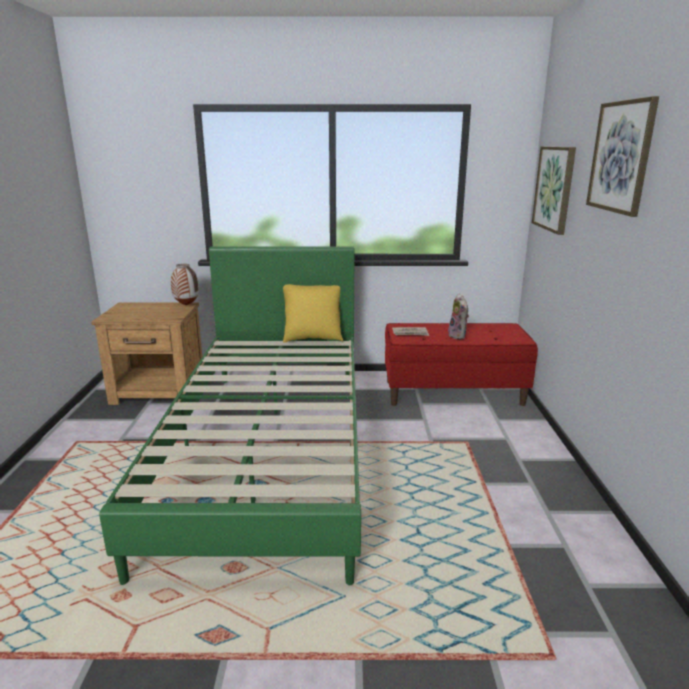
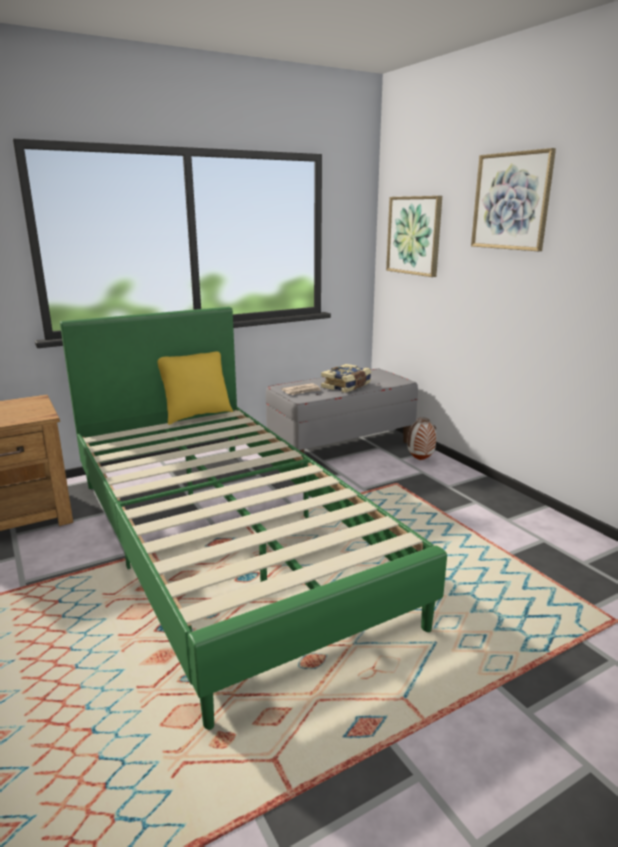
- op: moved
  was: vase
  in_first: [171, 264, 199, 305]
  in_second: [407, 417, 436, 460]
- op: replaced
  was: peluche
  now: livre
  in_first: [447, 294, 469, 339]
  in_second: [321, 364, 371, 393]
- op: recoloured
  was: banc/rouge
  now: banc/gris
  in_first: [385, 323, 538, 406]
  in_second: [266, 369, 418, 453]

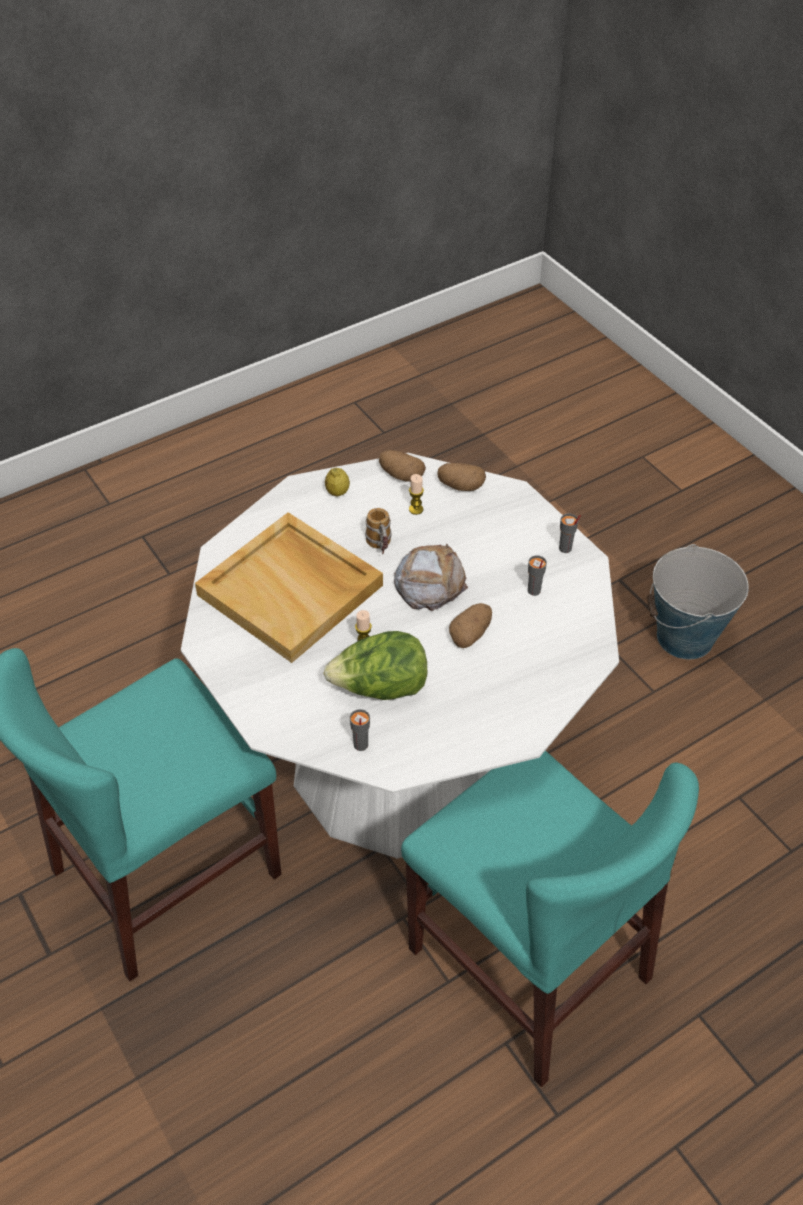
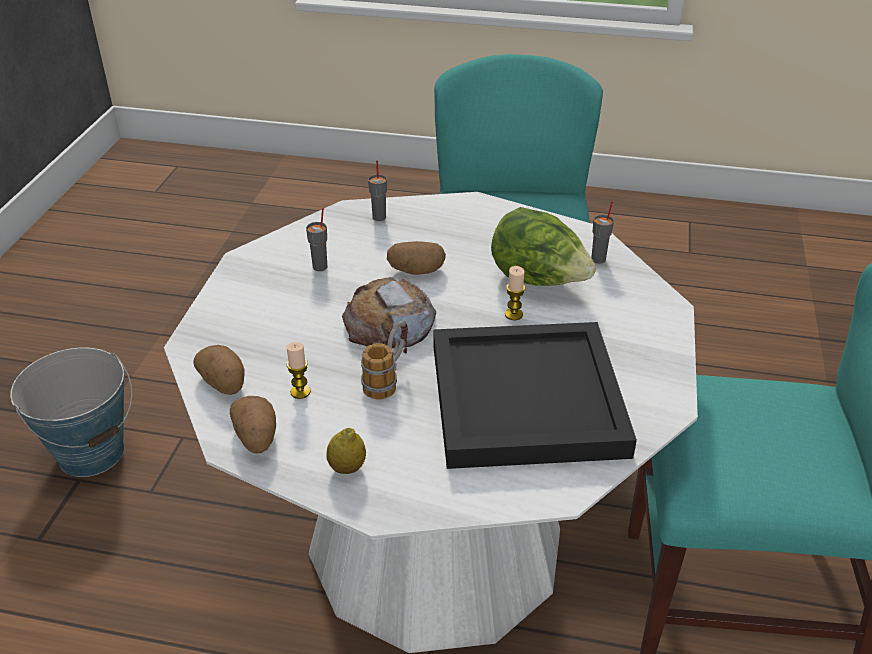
- op: moved
  was: tasse/gris
  in_first: [559, 513, 581, 553]
  in_second: [368, 160, 387, 221]
- op: recoloured
  was: plateau/beige
  now: plateau/noir
  in_first: [195, 512, 383, 663]
  in_second: [433, 322, 637, 469]

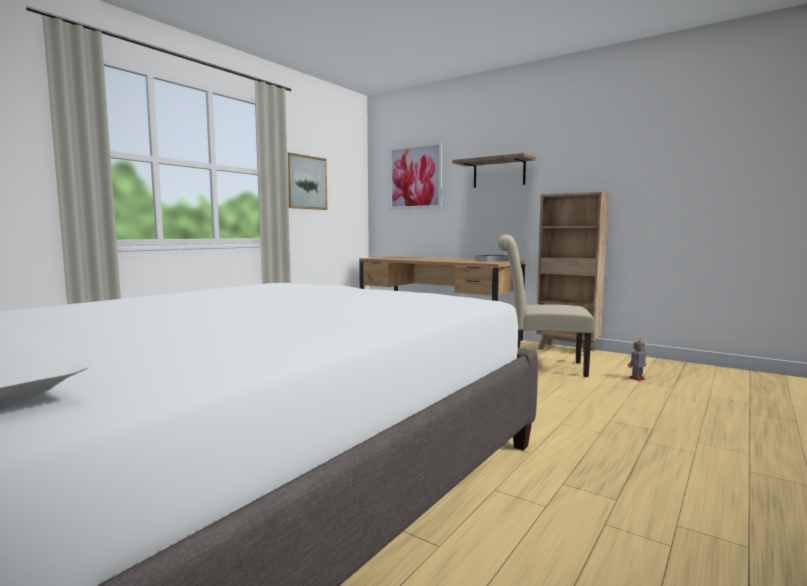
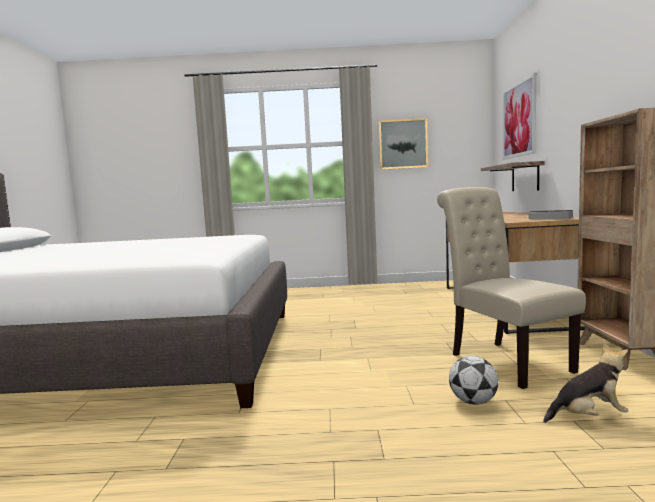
- op: added
  now: ballon de foot
  in_second: [449, 356, 498, 405]
- op: moved
  was: étagère
  in_first: [452, 153, 535, 188]
  in_second: [481, 161, 545, 191]
- op: replaced
  was: robot jouet
  now: peluche
  in_first: [628, 337, 646, 381]
  in_second: [543, 343, 628, 423]

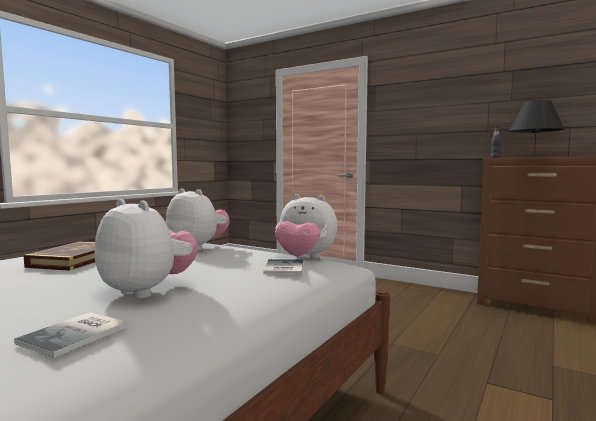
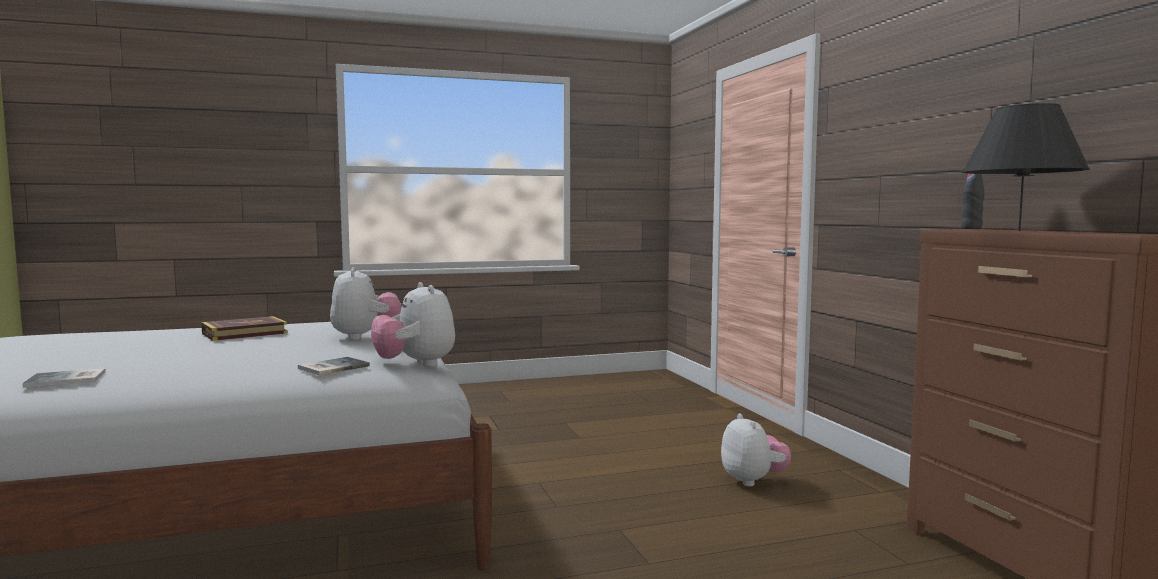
- op: moved
  was: peluche
  in_first: [95, 199, 198, 299]
  in_second: [721, 414, 791, 487]

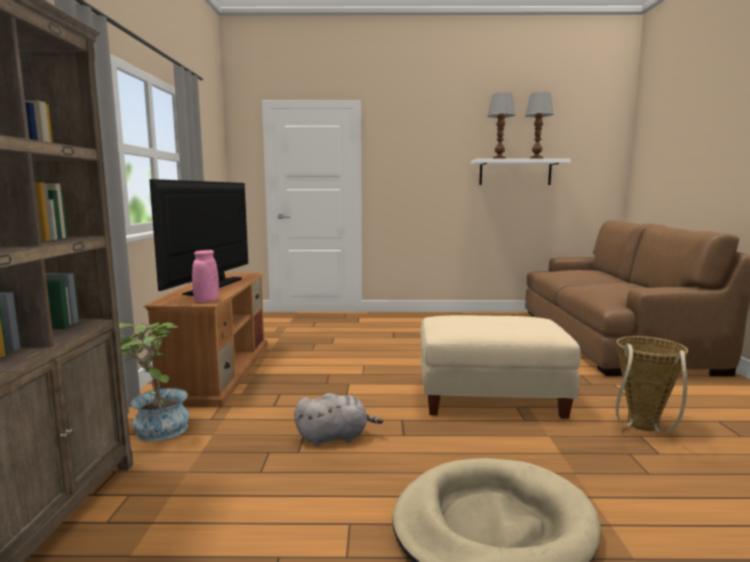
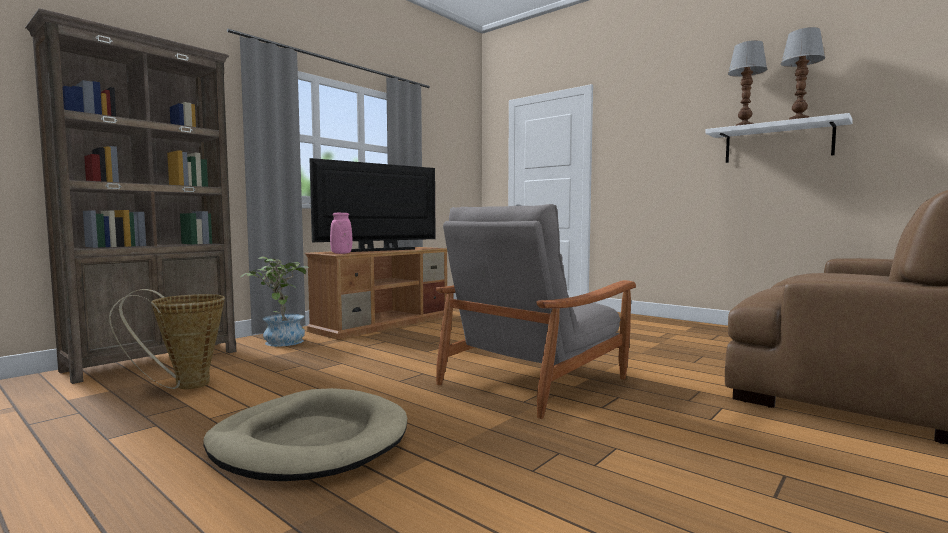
- op: removed
  was: peluche/gris
  in_first: [294, 393, 383, 446]
- op: moved
  was: panier
  in_first: [616, 336, 688, 432]
  in_second: [109, 289, 225, 389]
- op: replaced
  was: pouf/beige
  now: fauteuil/gris
  in_first: [420, 315, 581, 419]
  in_second: [436, 204, 636, 419]

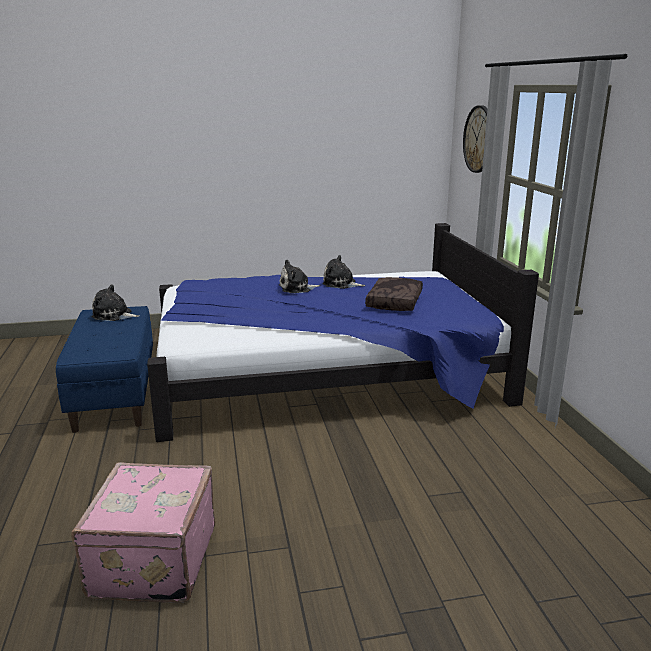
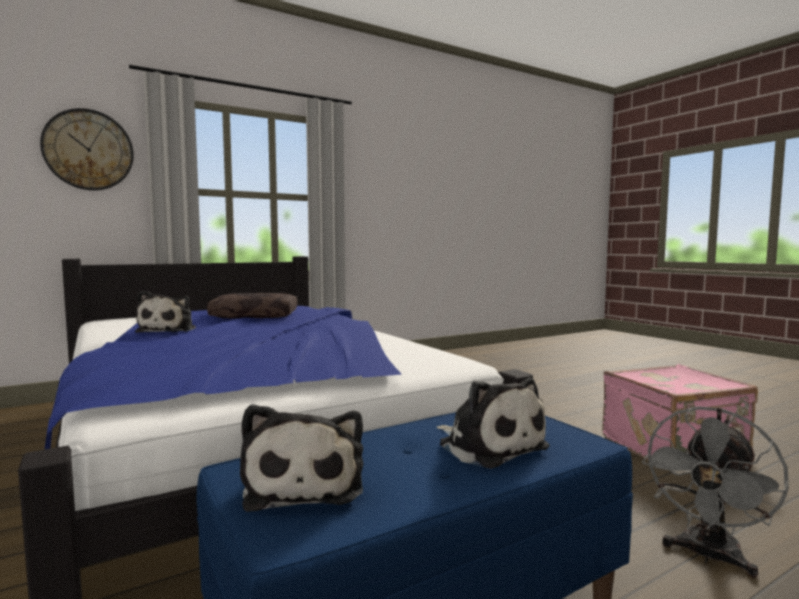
- op: added
  now: ventilateur/gris
  in_second: [642, 406, 789, 578]
- op: moved
  was: peluche
  in_first: [279, 260, 320, 293]
  in_second: [437, 378, 550, 469]

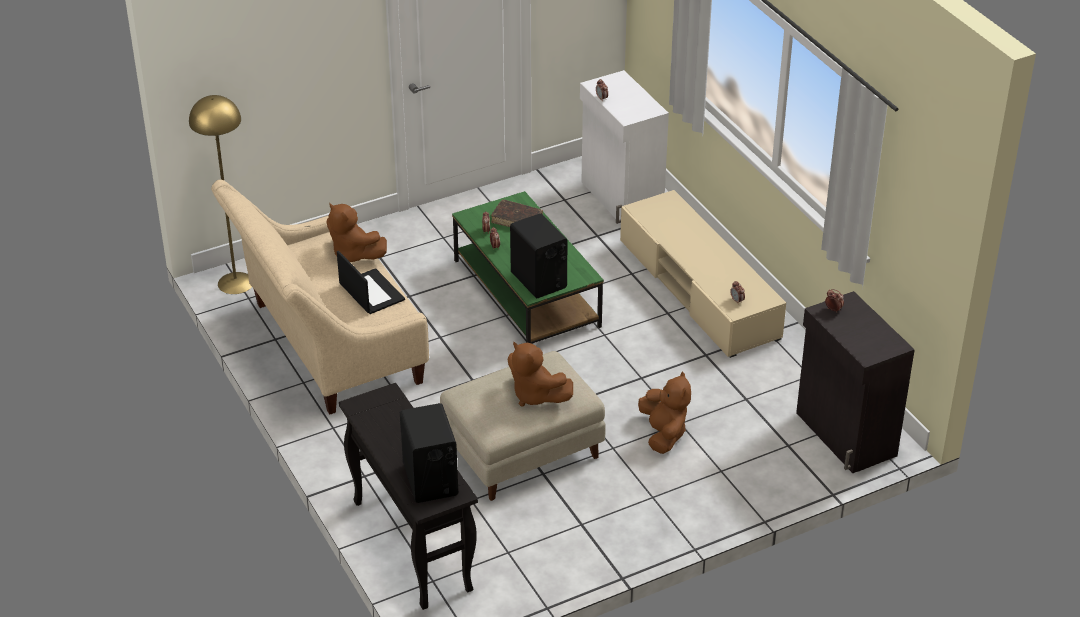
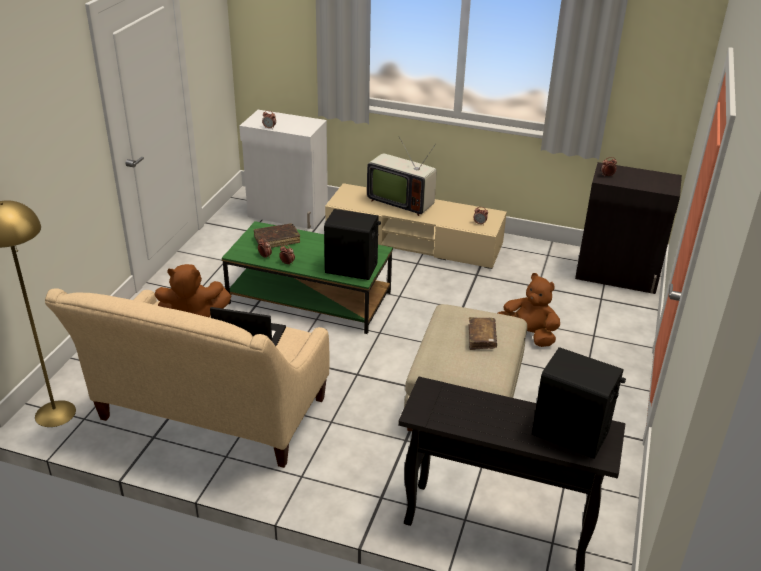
- op: added
  now: téléviseur
  in_second: [367, 137, 437, 216]
- op: replaced
  was: peluche/marron
  now: livre/marron
  in_first: [507, 342, 573, 406]
  in_second: [469, 317, 497, 350]

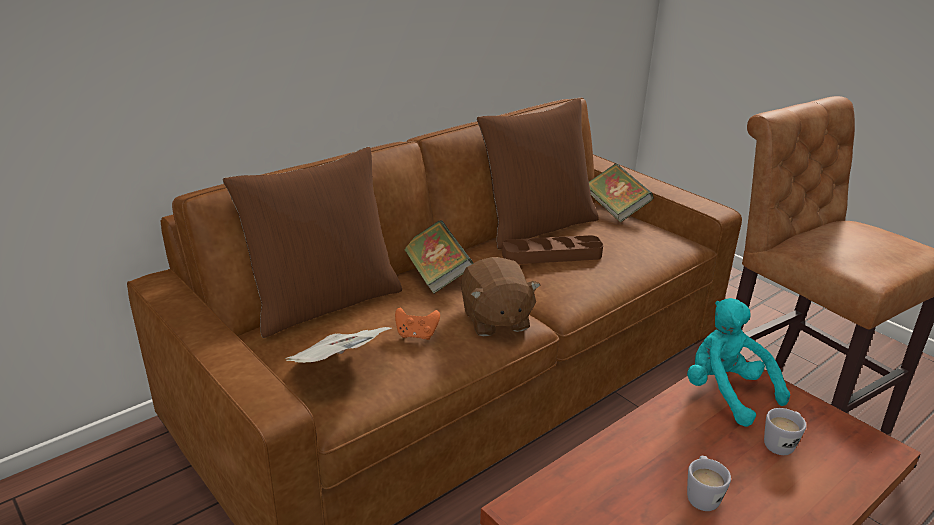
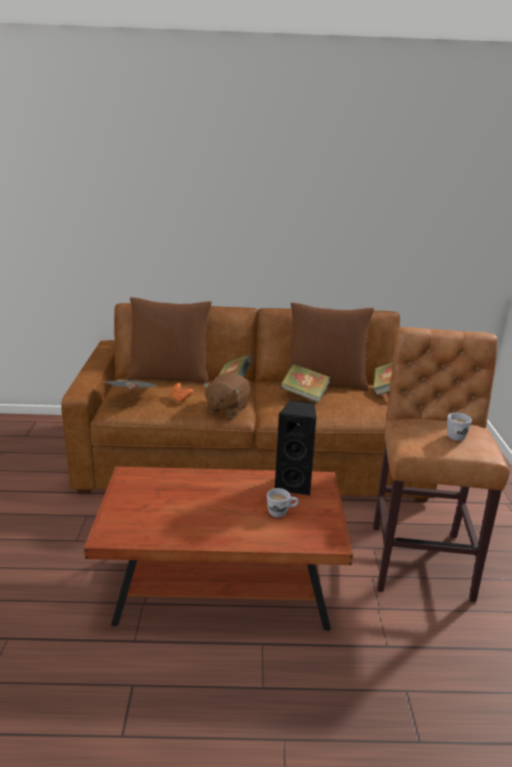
- op: moved
  was: mug/blanc
  in_first: [687, 456, 731, 511]
  in_second: [447, 413, 472, 441]
- op: replaced
  was: plateau/marron
  now: livre
  in_first: [502, 235, 603, 264]
  in_second: [281, 363, 330, 403]
- op: replaced
  was: peluche/turquoise
  now: enceinte/noir
  in_first: [687, 298, 790, 427]
  in_second: [275, 400, 317, 495]

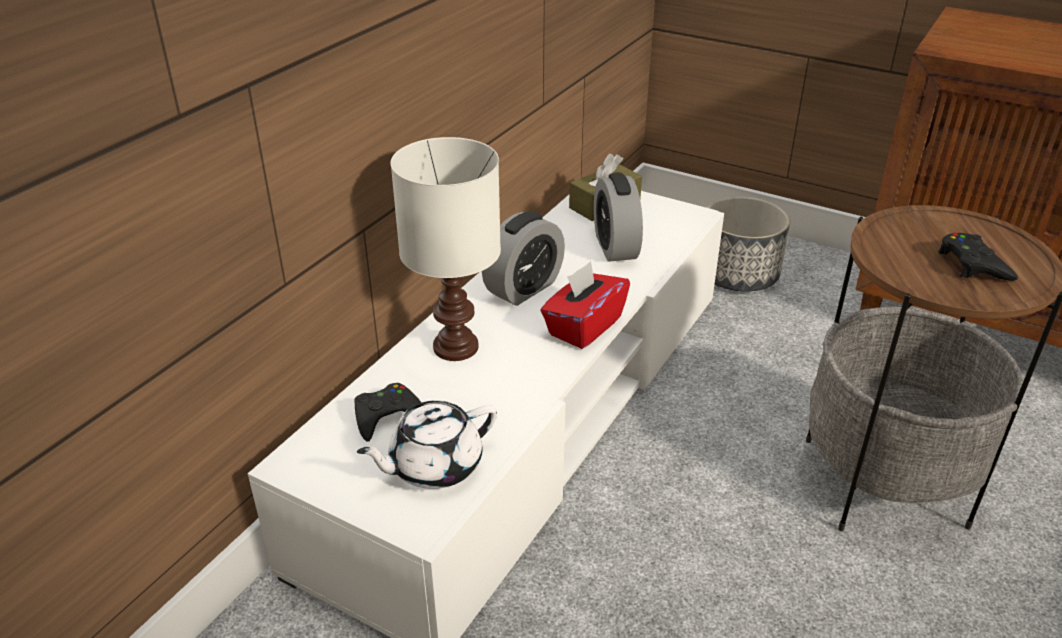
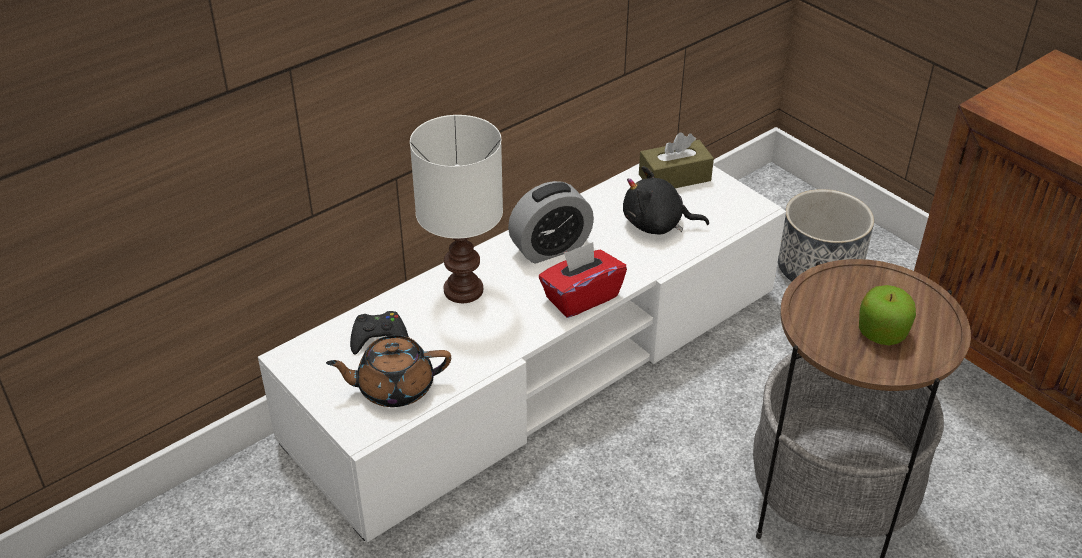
- op: replaced
  was: réveil
  now: peluche/noir
  in_first: [594, 173, 643, 262]
  in_second: [623, 166, 709, 235]
- op: replaced
  was: manette/noir
  now: pomme
  in_first: [938, 233, 1018, 281]
  in_second: [859, 285, 916, 345]
- op: recoloured
  was: théière/blanc
  now: théière/marron
  in_first: [357, 400, 497, 489]
  in_second: [326, 335, 451, 407]

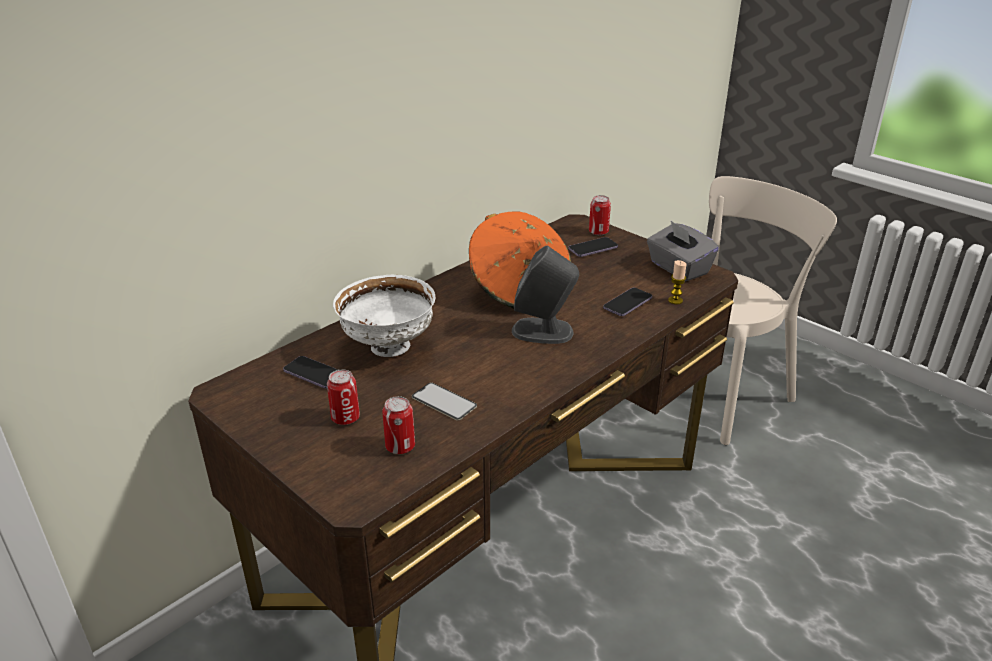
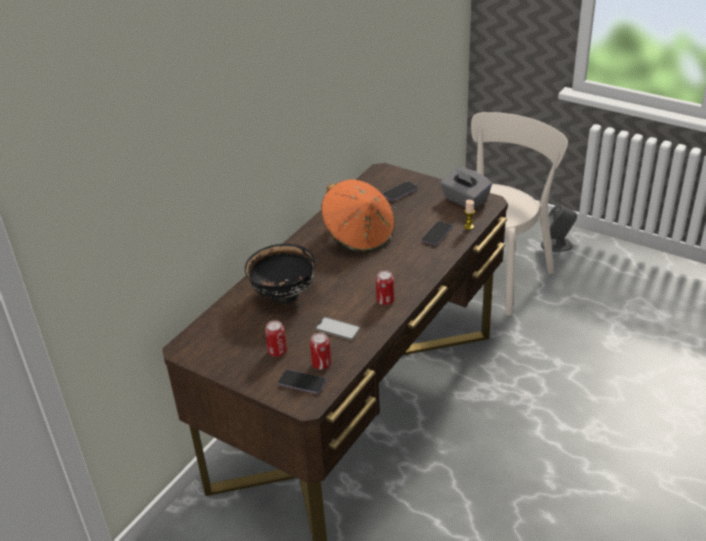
- op: moved
  was: téléphone
  in_first: [283, 356, 338, 389]
  in_second: [278, 370, 326, 394]
- op: moved
  was: enceinte/gris
  in_first: [512, 246, 579, 344]
  in_second: [541, 204, 577, 252]
- op: moved
  was: boîte métallique
  in_first: [589, 195, 611, 235]
  in_second: [376, 270, 395, 305]
- op: recoloured
  was: bol/blanc
  now: bol/noir
  in_first: [333, 275, 435, 357]
  in_second: [245, 244, 316, 304]

